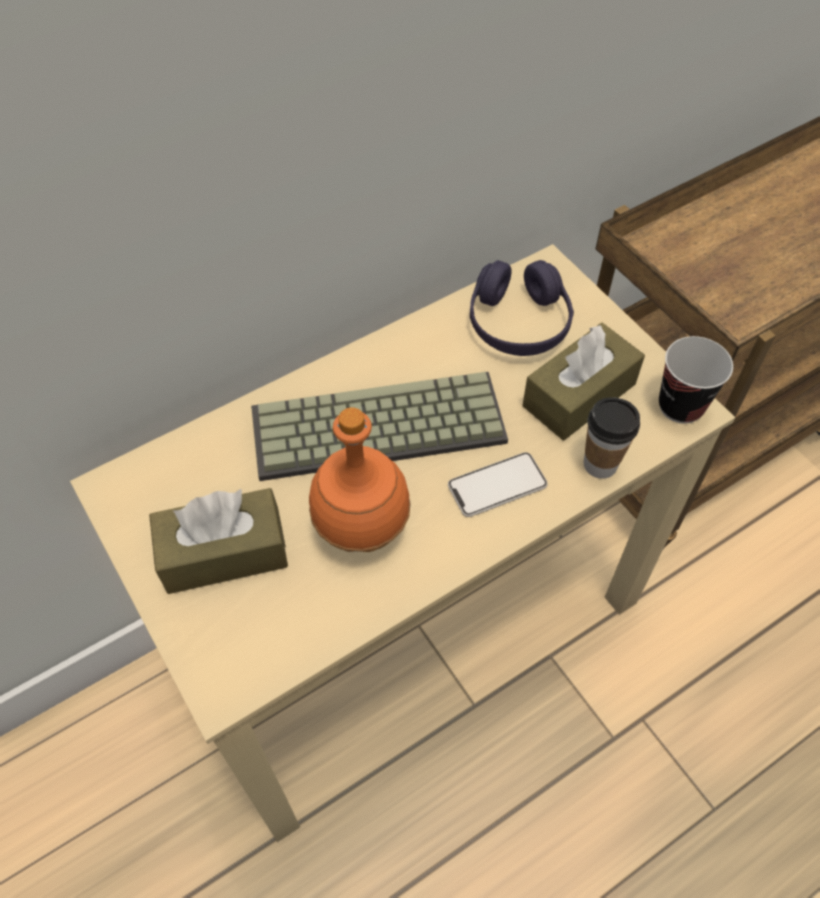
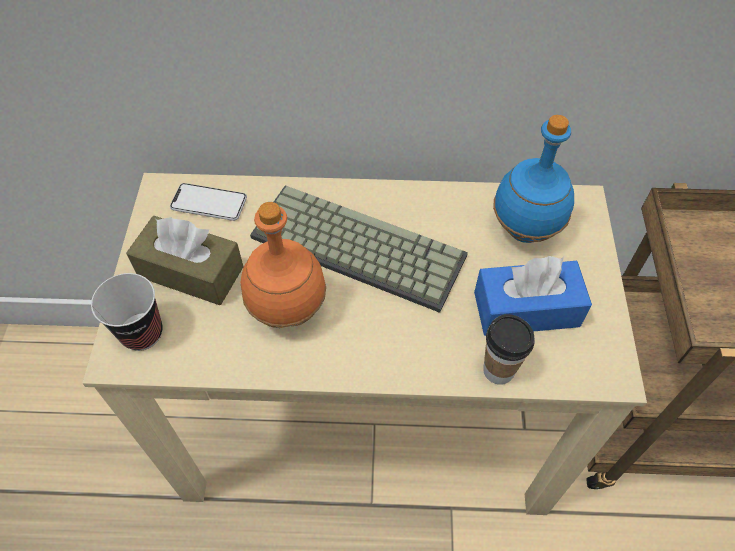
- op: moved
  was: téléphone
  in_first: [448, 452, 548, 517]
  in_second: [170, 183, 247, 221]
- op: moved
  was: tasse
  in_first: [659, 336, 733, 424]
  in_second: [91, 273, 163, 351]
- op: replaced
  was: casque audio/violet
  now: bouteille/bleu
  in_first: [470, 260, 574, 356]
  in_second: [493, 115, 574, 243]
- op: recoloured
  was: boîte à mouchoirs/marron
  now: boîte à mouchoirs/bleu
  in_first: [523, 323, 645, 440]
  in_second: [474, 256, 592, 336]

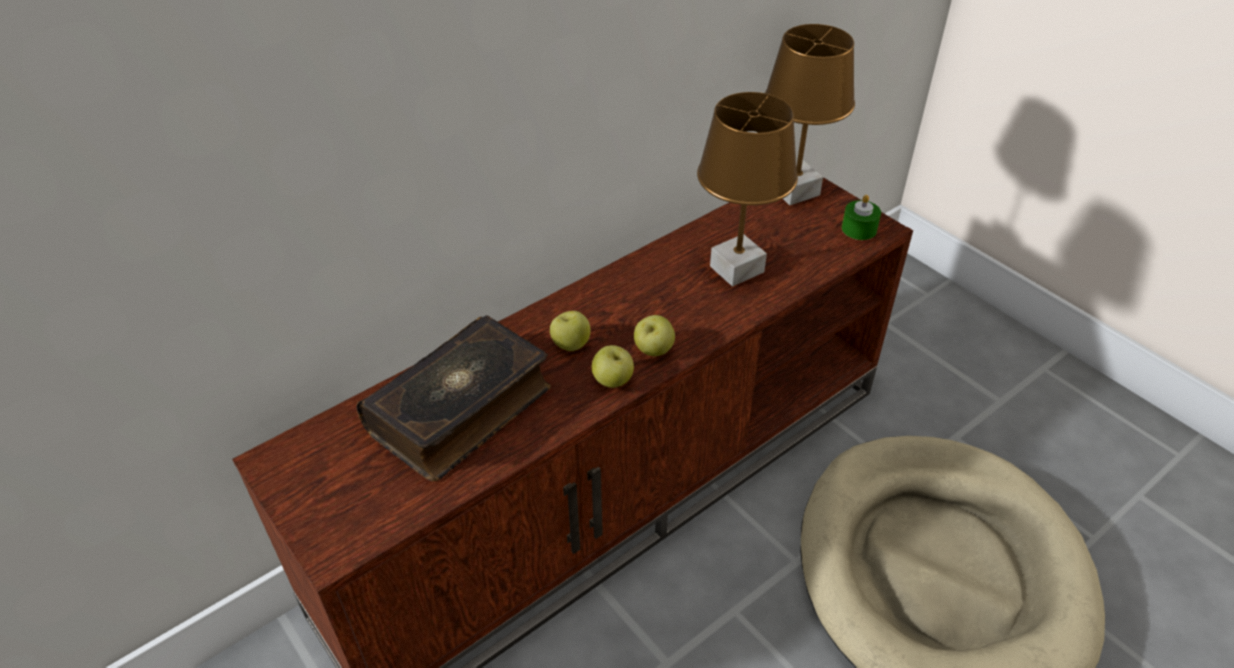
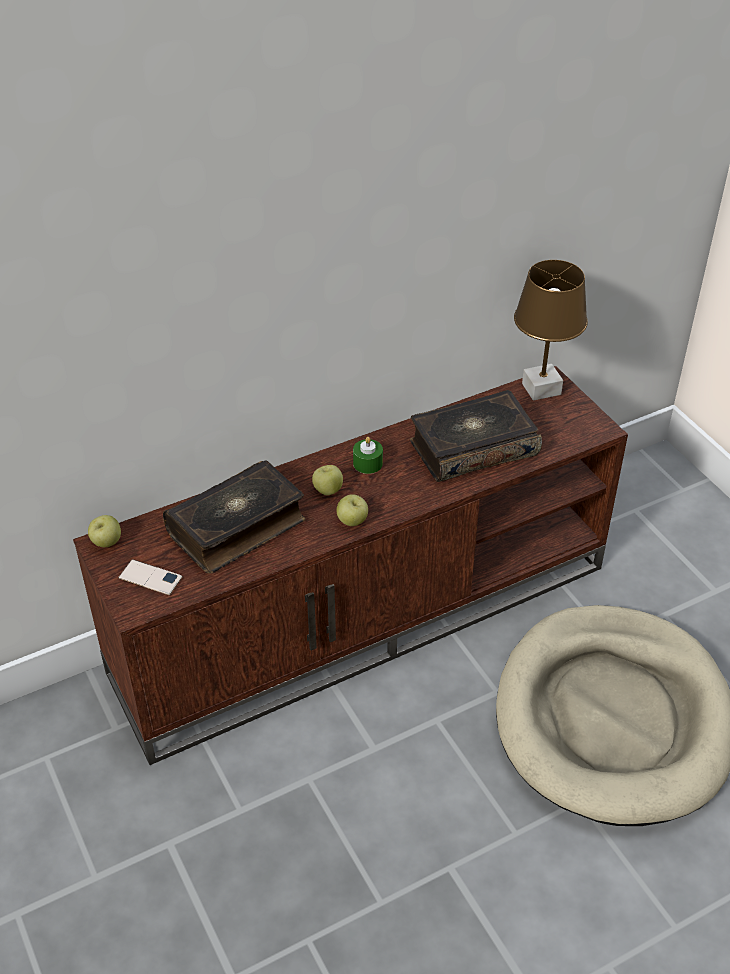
- op: added
  now: téléphone
  in_second: [118, 559, 183, 595]
- op: moved
  was: pomme
  in_first: [634, 315, 675, 356]
  in_second: [88, 515, 121, 547]
- op: moved
  was: bougie/vert
  in_first: [842, 195, 881, 240]
  in_second: [353, 437, 383, 474]
- op: replaced
  was: lampe de table/marron
  now: livre
  in_first: [697, 92, 798, 286]
  in_second: [410, 390, 542, 482]

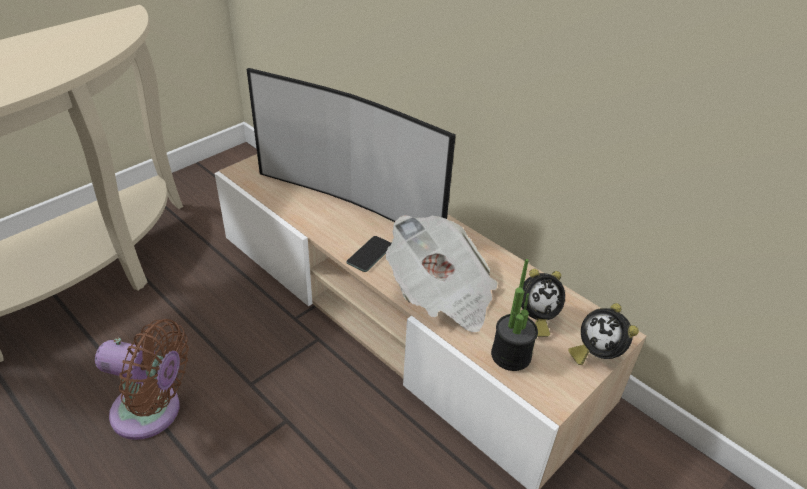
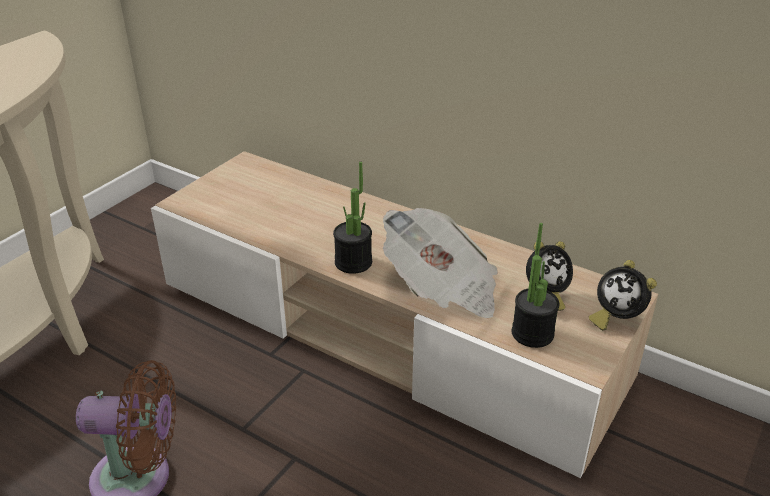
- op: removed
  was: téléviseur
  in_first: [247, 68, 456, 222]
- op: replaced
  was: téléphone
  now: plante en pot
  in_first: [346, 236, 391, 272]
  in_second: [333, 162, 372, 274]

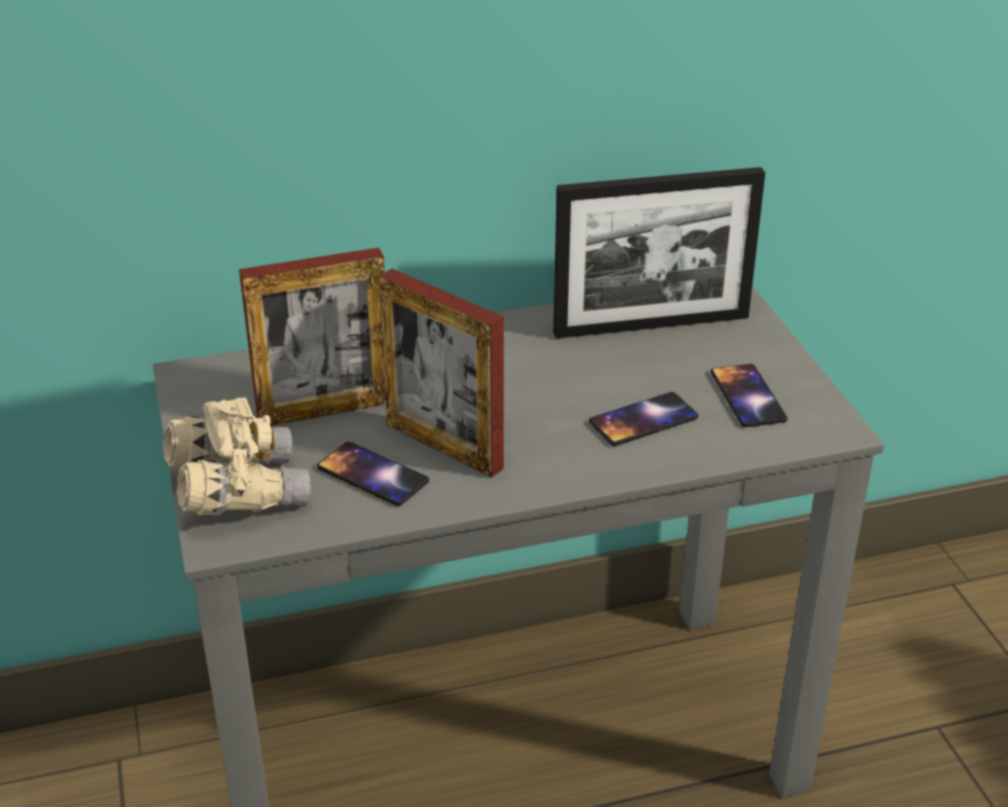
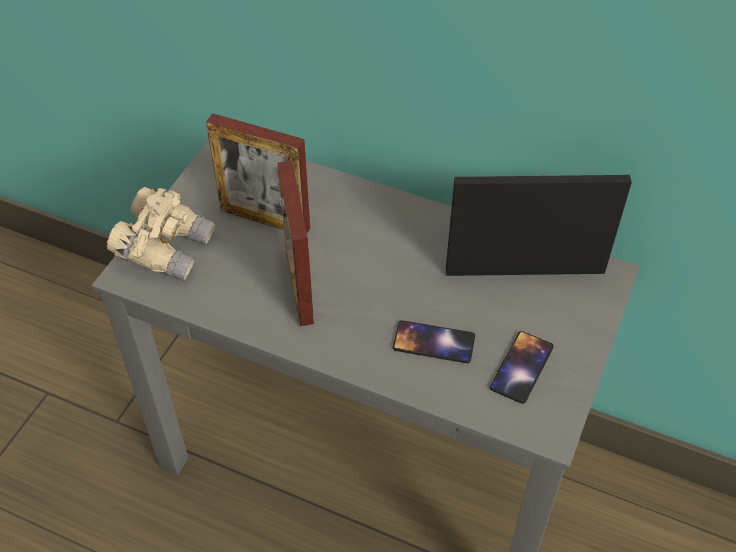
- op: removed
  was: téléphone
  in_first: [317, 442, 429, 506]
- op: turned
  was: cadre photo
  in_first: [553, 167, 765, 339]
  in_second: [446, 175, 632, 276]
  clockwise: 150

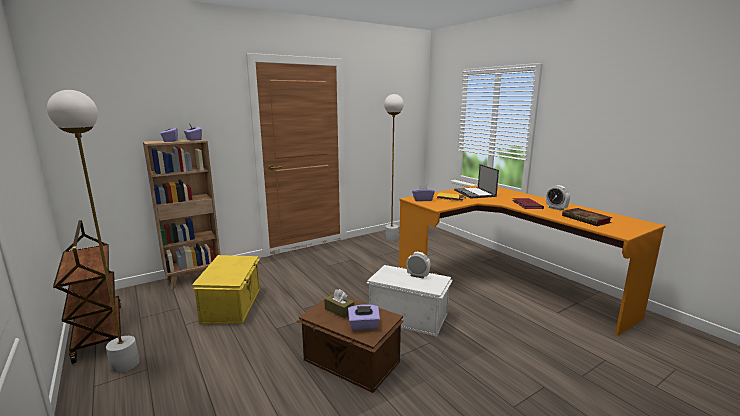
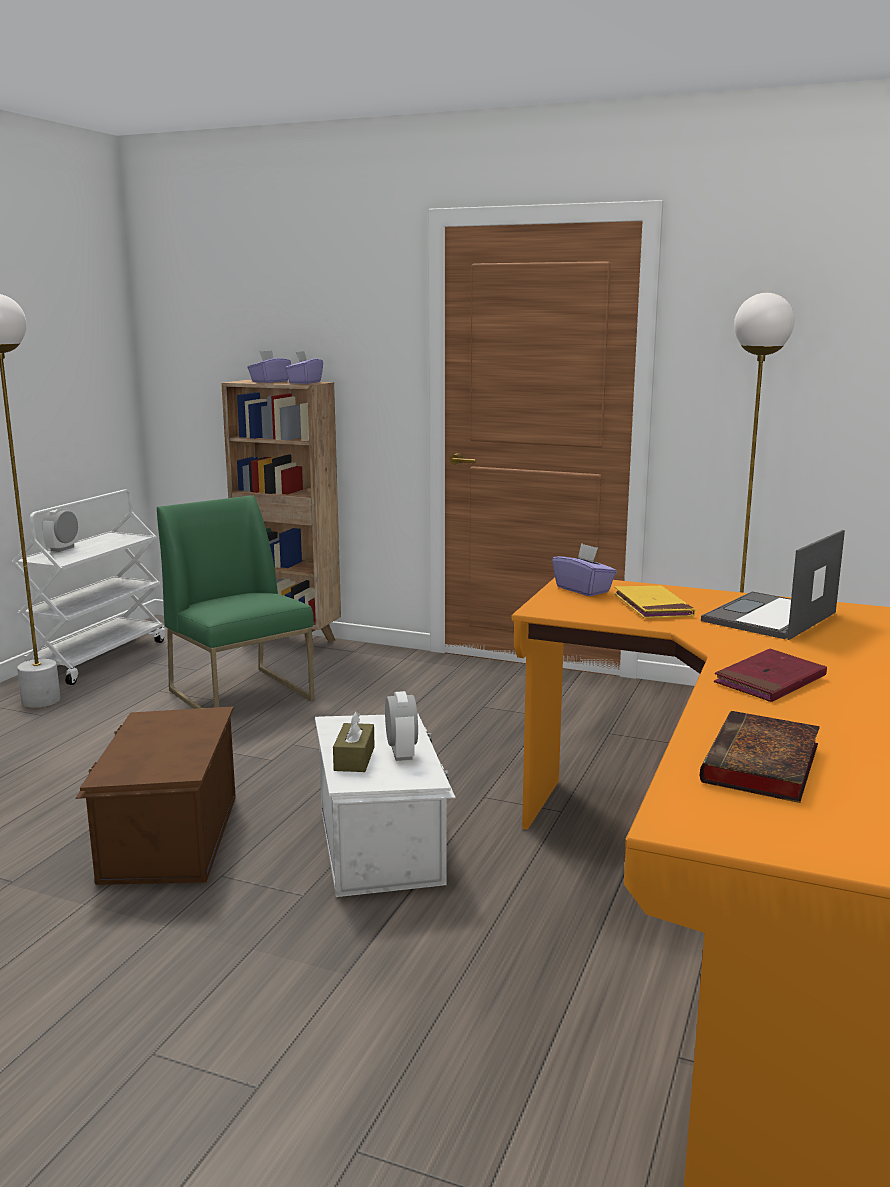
- op: removed
  was: boîte à mouchoirs/violet
  in_first: [348, 305, 380, 330]
- op: moved
  was: boîte à mouchoirs/marron
  in_first: [324, 289, 354, 318]
  in_second: [333, 712, 375, 772]
- op: moved
  was: réveil
  in_first: [546, 185, 570, 211]
  in_second: [42, 508, 78, 552]
- op: replaced
  was: boîte de rangement/jaune
  now: chaise/vert
  in_first: [192, 255, 260, 325]
  in_second: [157, 495, 314, 709]
- op: recoloured
  was: chariot/marron
  now: chariot/blanc
  in_first: [53, 220, 121, 364]
  in_second: [12, 489, 165, 685]

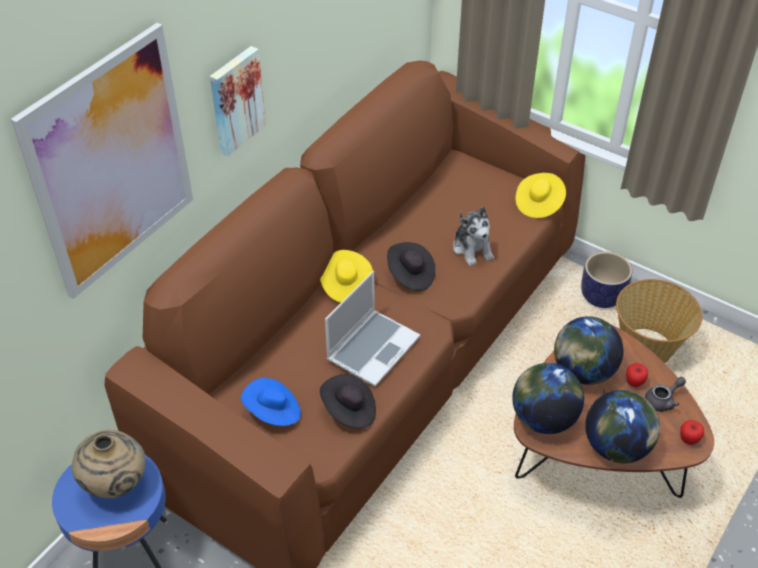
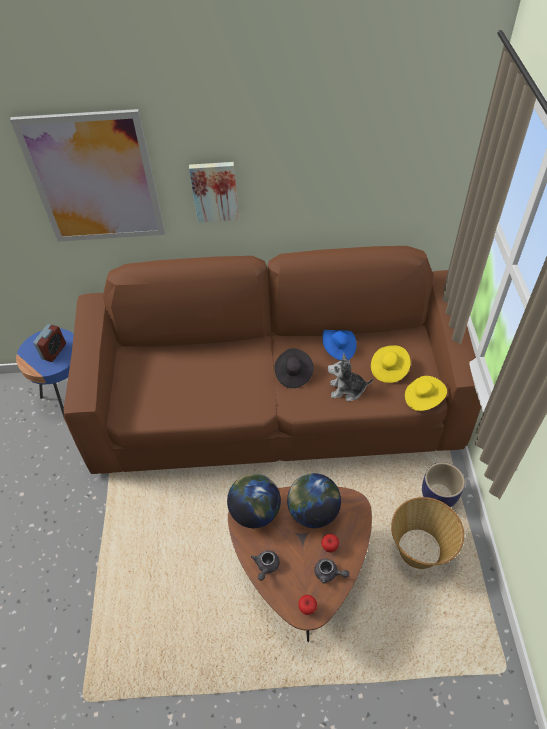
- op: removed
  was: chapeau/noir
  in_first: [320, 374, 376, 428]
- op: removed
  was: ordinateur portable
  in_first: [325, 271, 420, 387]
- op: moved
  was: chapeau/bleu
  in_first: [241, 378, 301, 426]
  in_second: [323, 330, 357, 361]
- op: moved
  was: chapeau/jaune
  in_first: [320, 250, 373, 303]
  in_second: [371, 345, 411, 383]
- op: replaced
  was: vase/beige
  now: réveil
  in_first: [72, 430, 146, 498]
  in_second: [33, 324, 66, 362]
- op: replaced
  was: globe
  now: théière/gris
  in_first: [585, 390, 660, 463]
  in_second: [251, 550, 279, 581]
- op: turned
  was: peluche
  in_first: [453, 207, 494, 266]
  in_second: [328, 353, 373, 401]
  clockwise: 60

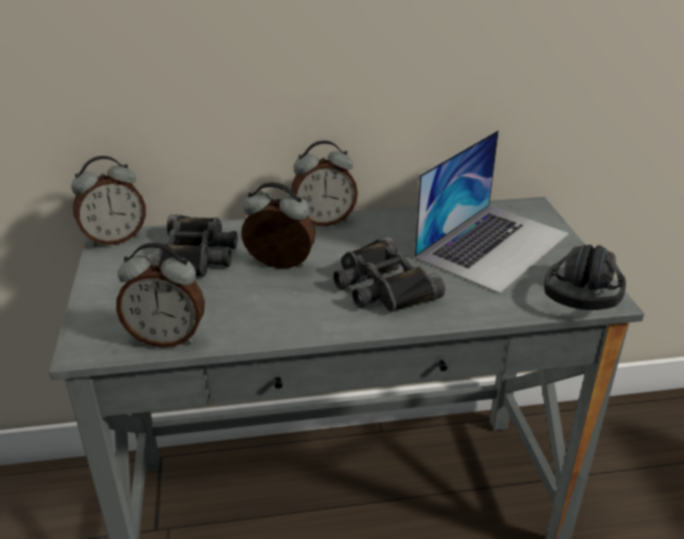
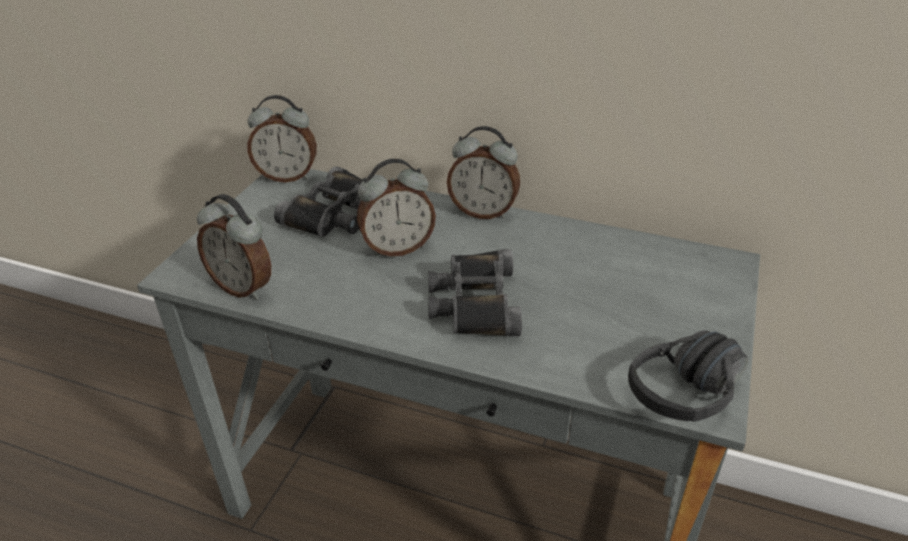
- op: removed
  was: ordinateur portable
  in_first: [414, 130, 569, 294]
- op: turned
  was: réveil
  in_first: [241, 182, 316, 268]
  in_second: [357, 159, 436, 257]
  clockwise: 120

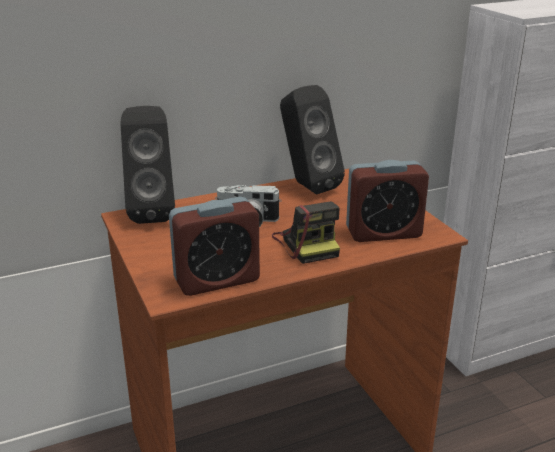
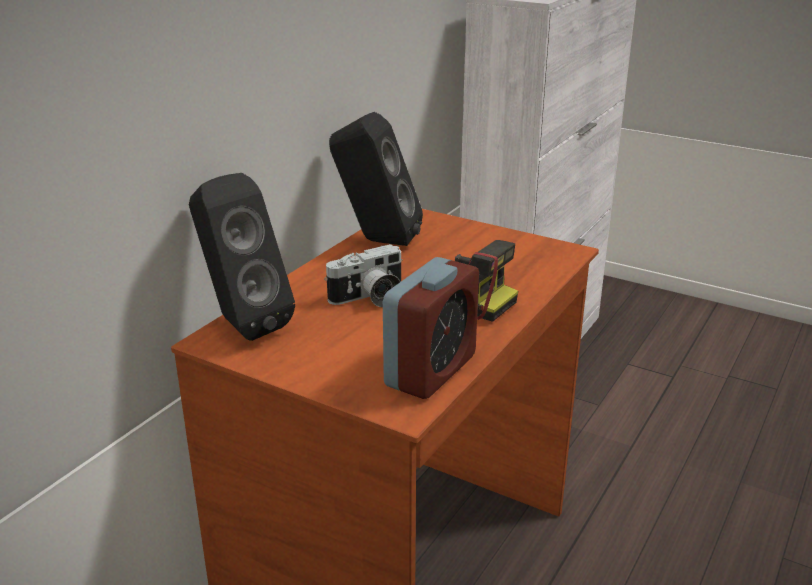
- op: removed
  was: réveil
  in_first: [346, 160, 429, 242]

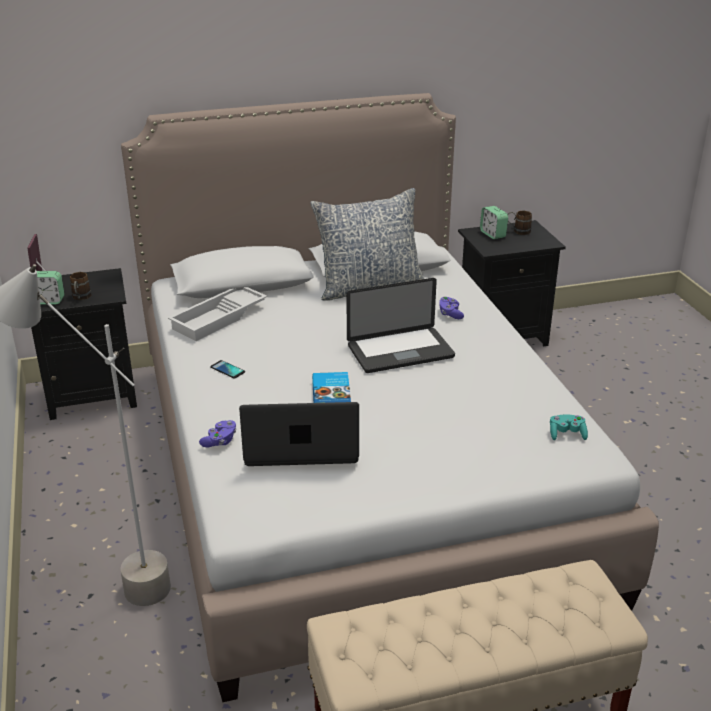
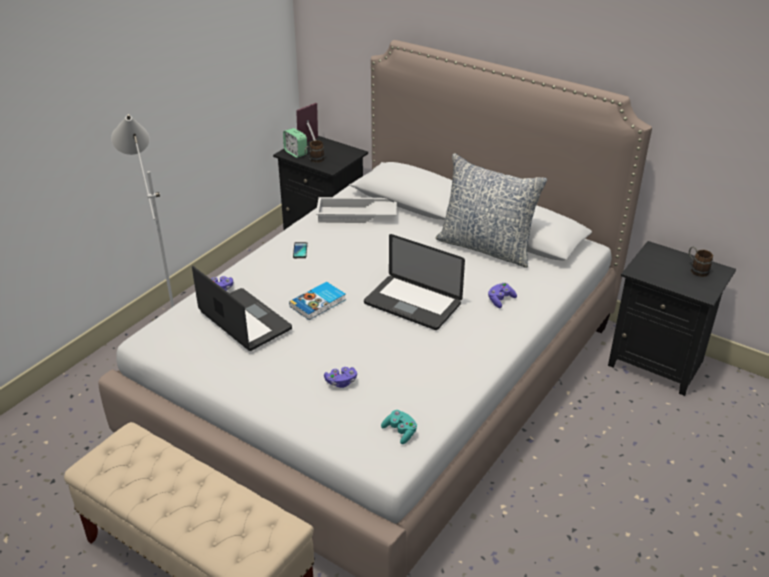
- op: removed
  was: réveil
  in_first: [480, 206, 508, 239]
- op: added
  now: manette/violet
  in_second: [324, 367, 357, 388]

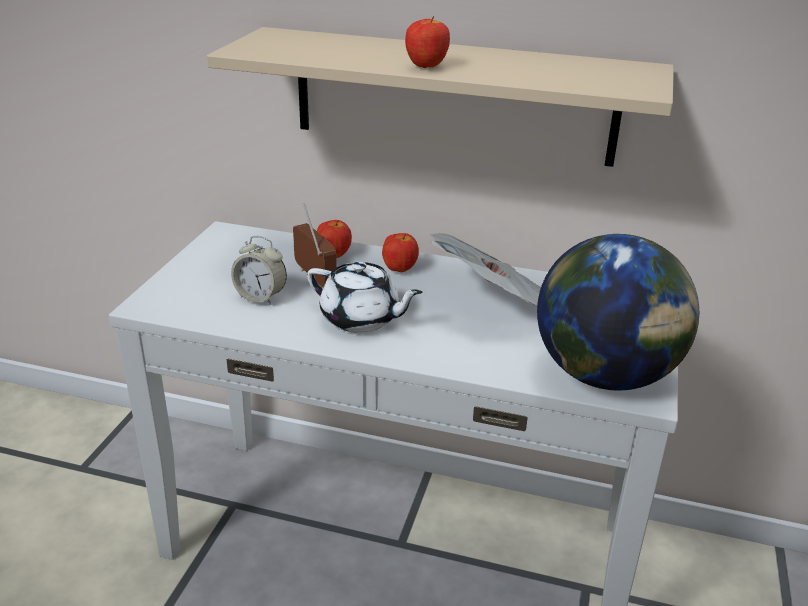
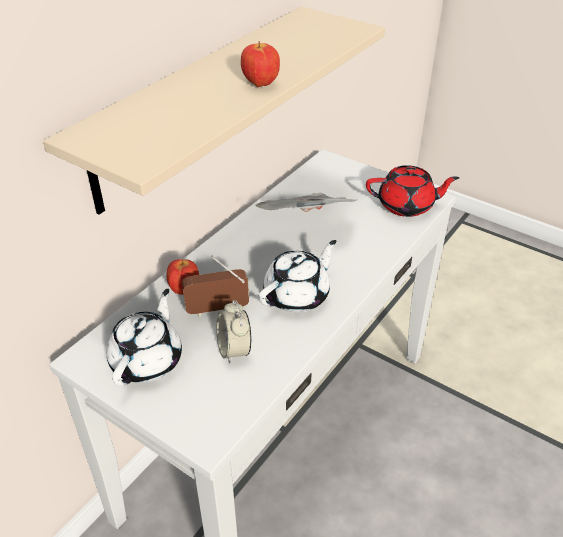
- op: removed
  was: pomme
  in_first: [382, 233, 419, 272]
- op: added
  now: théière/blanc
  in_second: [107, 289, 182, 386]
- op: replaced
  was: globe
  now: théière/rouge
  in_first: [537, 234, 699, 390]
  in_second: [366, 165, 459, 217]
- op: turned
  was: réveil
  in_first: [231, 236, 287, 305]
  in_second: [216, 300, 251, 364]
  clockwise: 120

